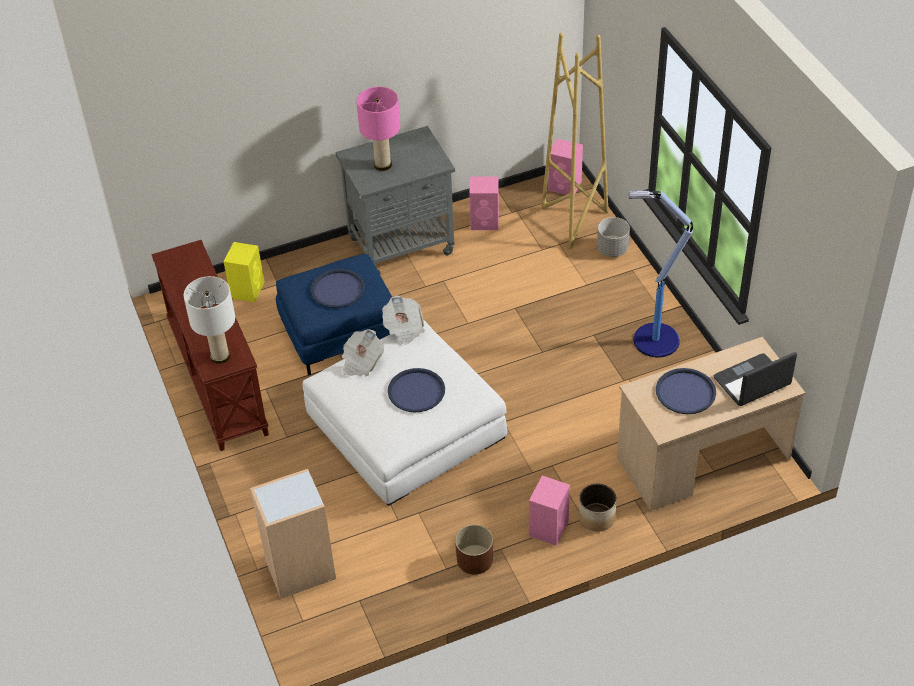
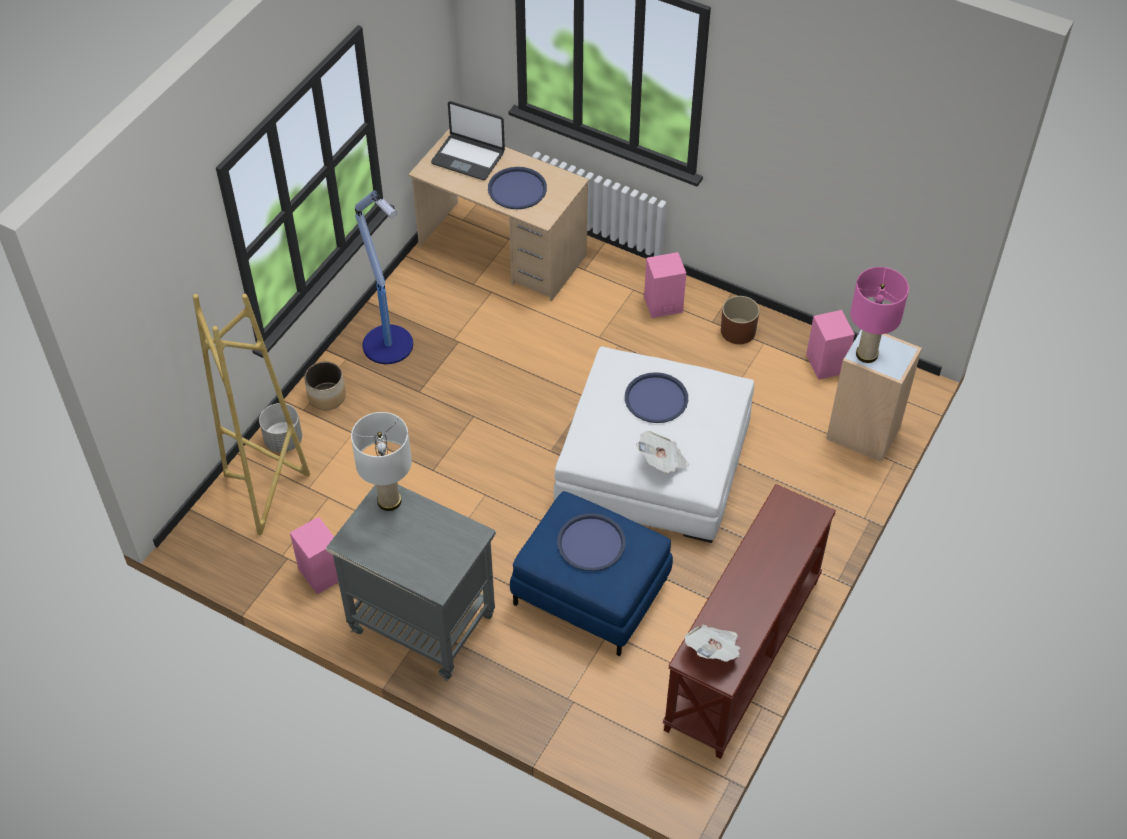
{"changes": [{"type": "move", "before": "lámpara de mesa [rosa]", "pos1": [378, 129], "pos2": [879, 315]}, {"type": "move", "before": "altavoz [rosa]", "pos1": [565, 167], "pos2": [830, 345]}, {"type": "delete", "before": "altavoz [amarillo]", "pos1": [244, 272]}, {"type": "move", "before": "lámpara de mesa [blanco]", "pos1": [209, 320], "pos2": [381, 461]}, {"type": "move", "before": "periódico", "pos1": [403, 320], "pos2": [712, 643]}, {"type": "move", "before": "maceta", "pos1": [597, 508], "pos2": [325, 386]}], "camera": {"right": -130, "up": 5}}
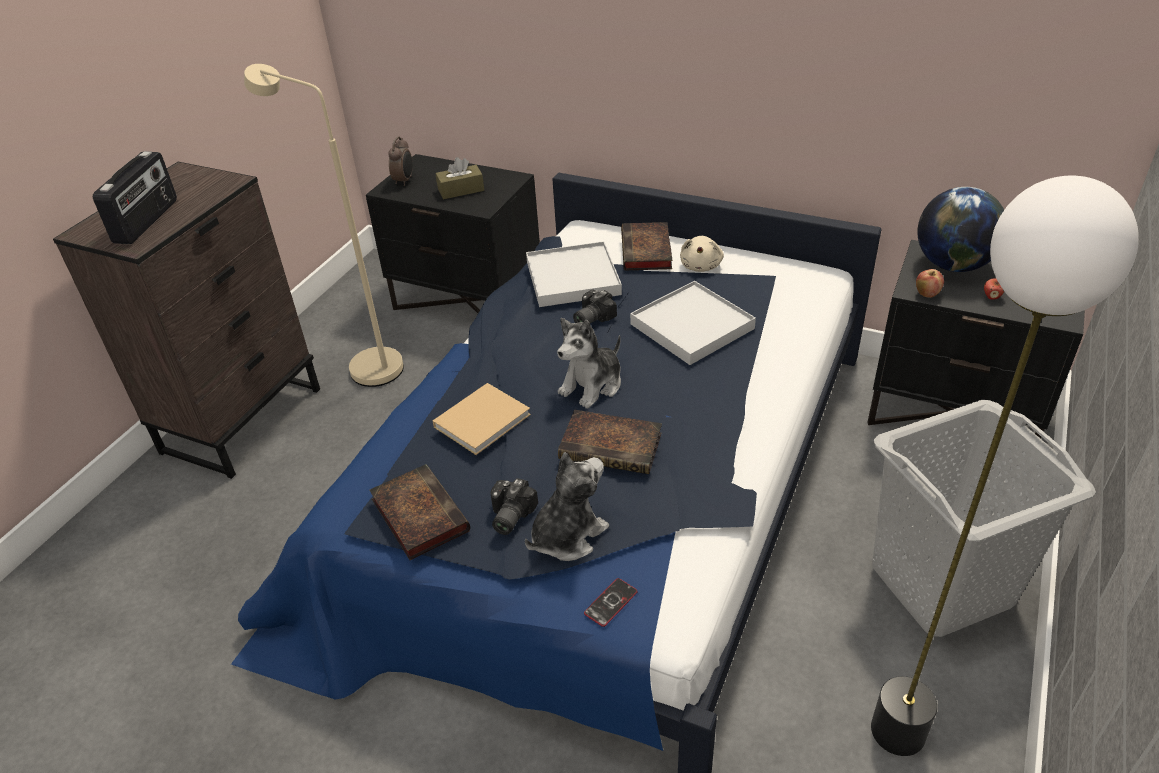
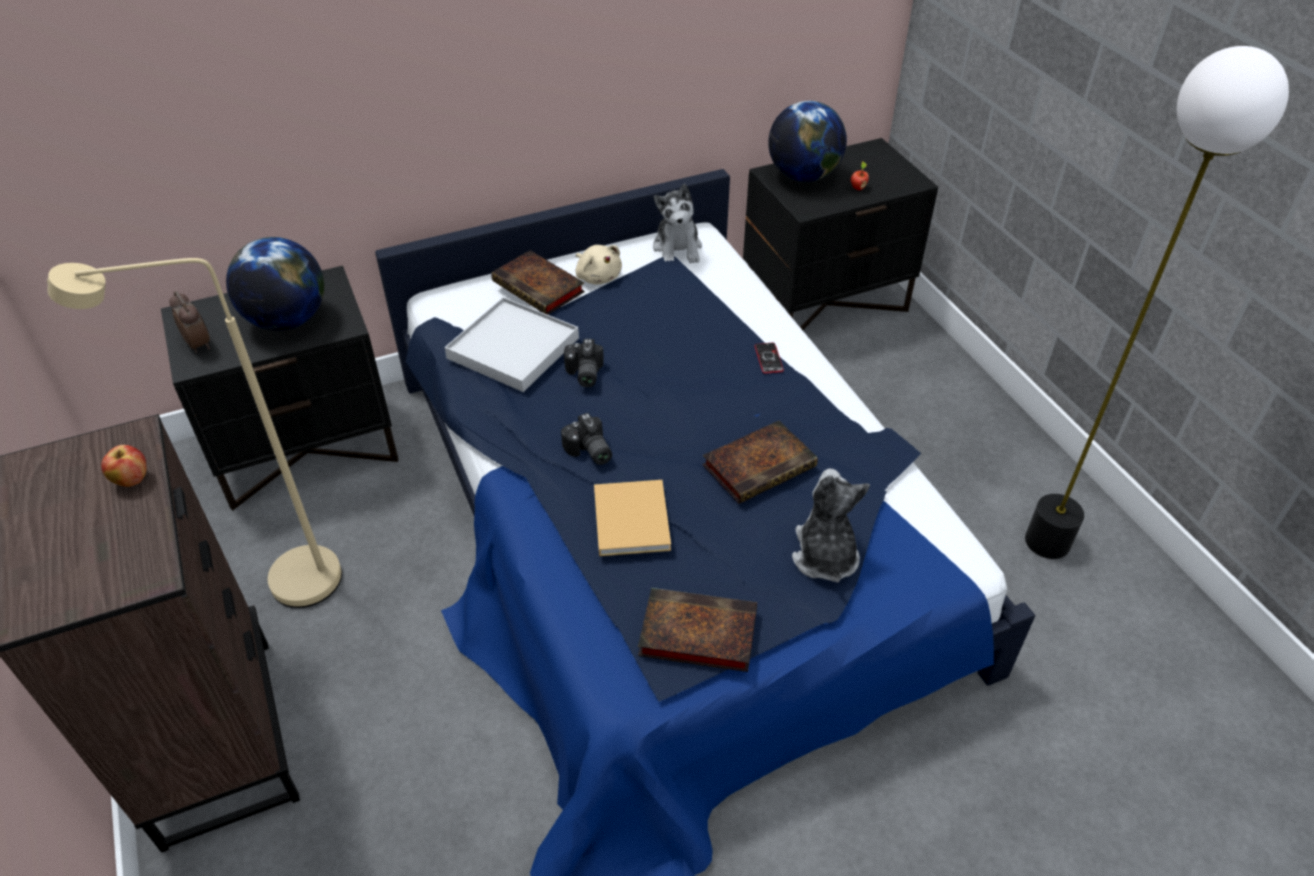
{"changes": [{"type": "delete", "before": "radio", "pos1": [135, 197]}, {"type": "replace", "before": "caja de pañuelos [marrón]", "after": "globo terráqueo", "pos1": [459, 178], "pos2": [275, 284]}, {"type": "move", "before": "manzana", "pos1": [930, 283], "pos2": [123, 466]}, {"type": "delete", "before": "bandeja [blanco]", "pos1": [693, 323]}, {"type": "move", "before": "peluche", "pos1": [589, 363], "pos2": [677, 223]}, {"type": "delete", "before": "cesto de la ropa [gris]", "pos1": [984, 518]}, {"type": "move", "before": "cámara", "pos1": [514, 506], "pos2": [586, 439]}, {"type": "move", "before": "móvil", "pos1": [611, 602], "pos2": [769, 358]}], "camera": {"right": -50, "up": 5}}
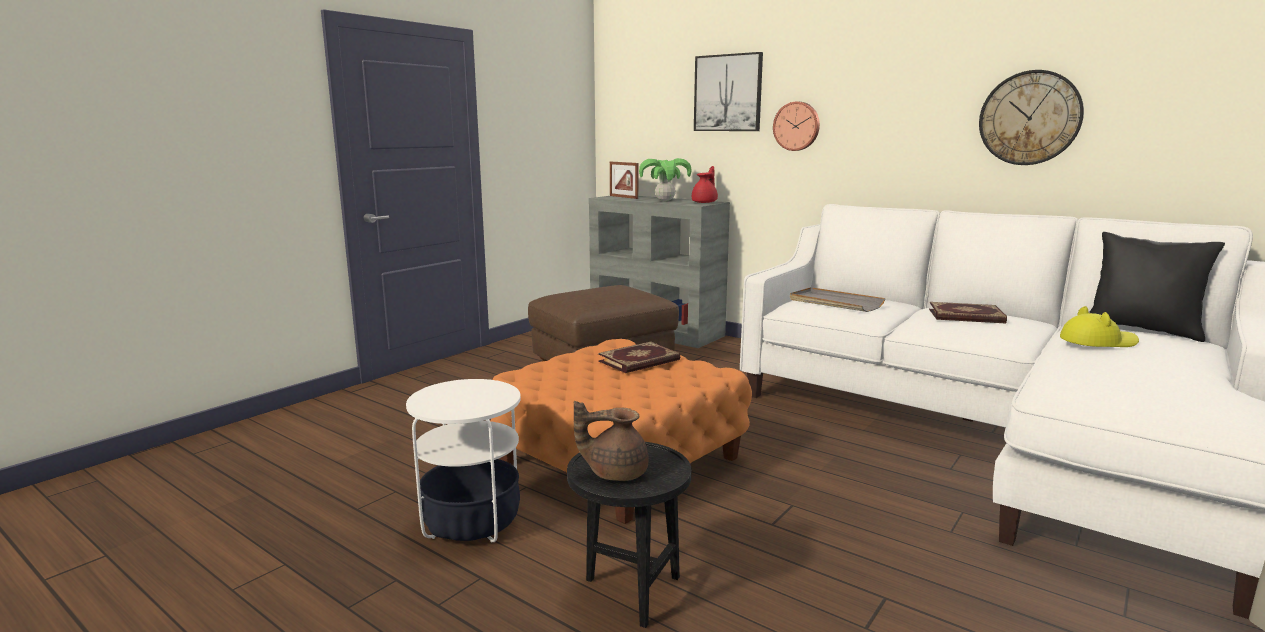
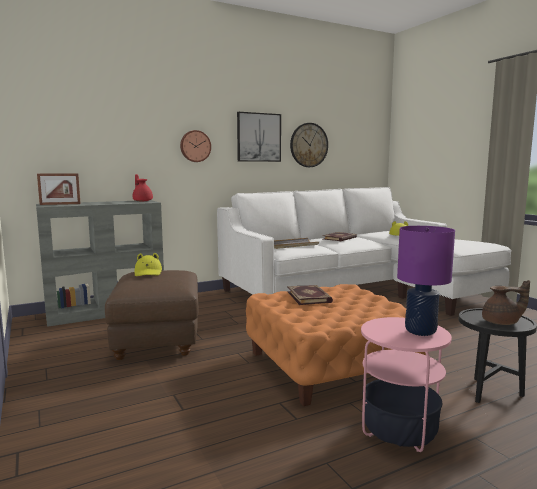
{"changes": [{"type": "move", "before": "cuadro", "pos1": [728, 91], "pos2": [259, 137]}, {"type": "delete", "before": "planta en maceta", "pos1": [665, 179]}, {"type": "delete", "before": "cojín [negro]", "pos1": [1157, 287]}, {"type": "recolor", "before": "mesa auxiliar [blanco]", "after": "mesa auxiliar [rosa]", "pos1": [463, 461], "pos2": [406, 384]}, {"type": "rotate", "before": "tetera [marrón]", "pos1": [611, 441], "pos2": [506, 302], "turn": -105}, {"type": "insert", "after": "lámpara de mesa [morado]", "pos2": [426, 281]}, {"type": "insert", "after": "sombrero [amarillo]", "pos2": [148, 264]}], "camera": {"right": -65, "up": -5}}
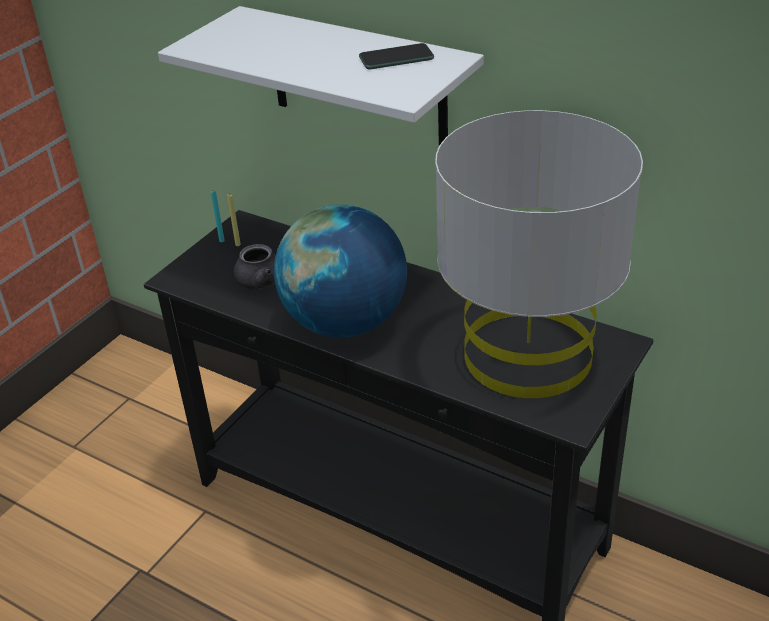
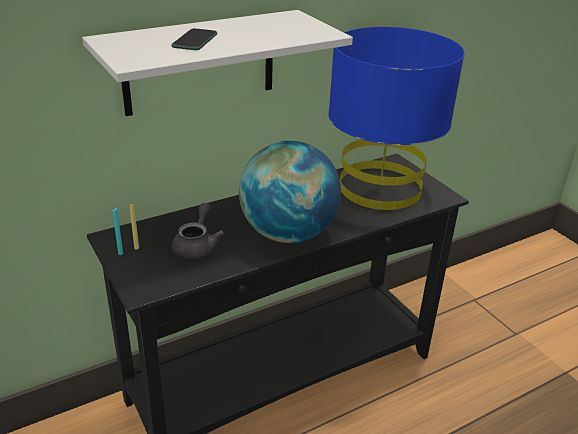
{"changes": [{"type": "move", "before": "móvil", "pos1": [396, 56], "pos2": [194, 39]}, {"type": "recolor", "before": "lámpara de mesa [gris]", "after": "lámpara de mesa [azul]", "pos1": [539, 254], "pos2": [397, 118]}], "camera": {"right": -65, "up": -5}}
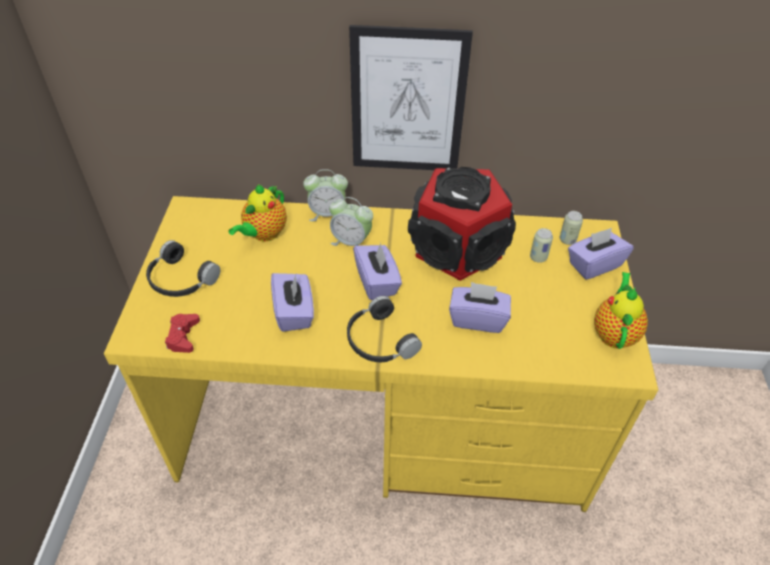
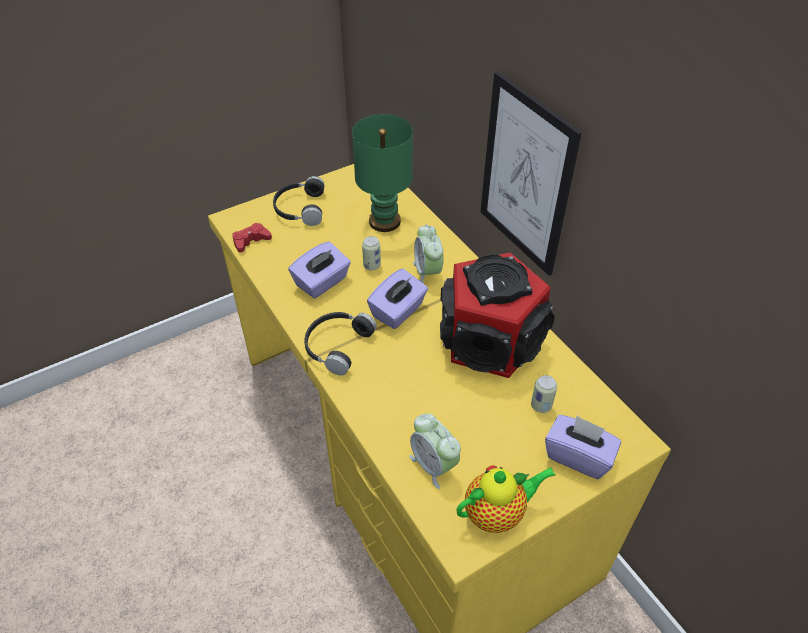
{"changes": [{"type": "move", "before": "despertador", "pos1": [325, 195], "pos2": [435, 451]}, {"type": "replace", "before": "tetera", "after": "lámpara de mesa [verde]", "pos1": [257, 213], "pos2": [382, 173]}, {"type": "move", "before": "lata", "pos1": [571, 228], "pos2": [371, 253]}, {"type": "delete", "before": "caja de pañuelos [morado]", "pos1": [480, 307]}], "camera": {"right": 55, "up": 0}}
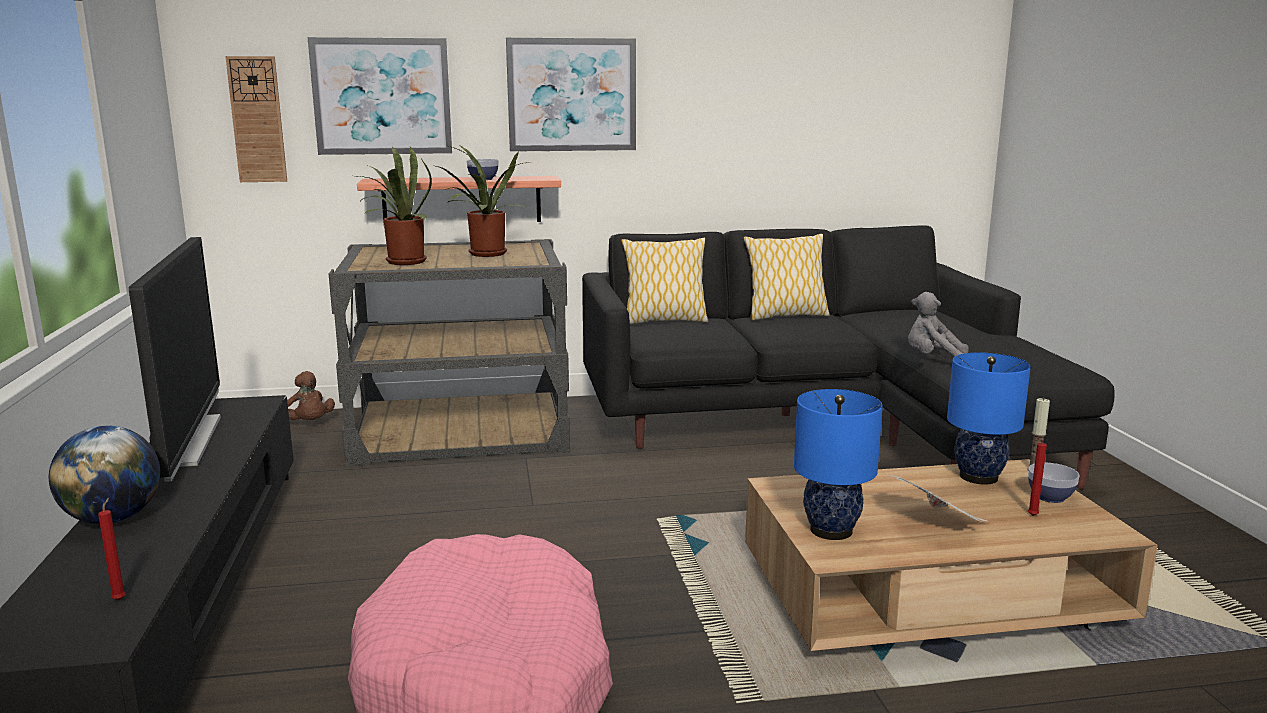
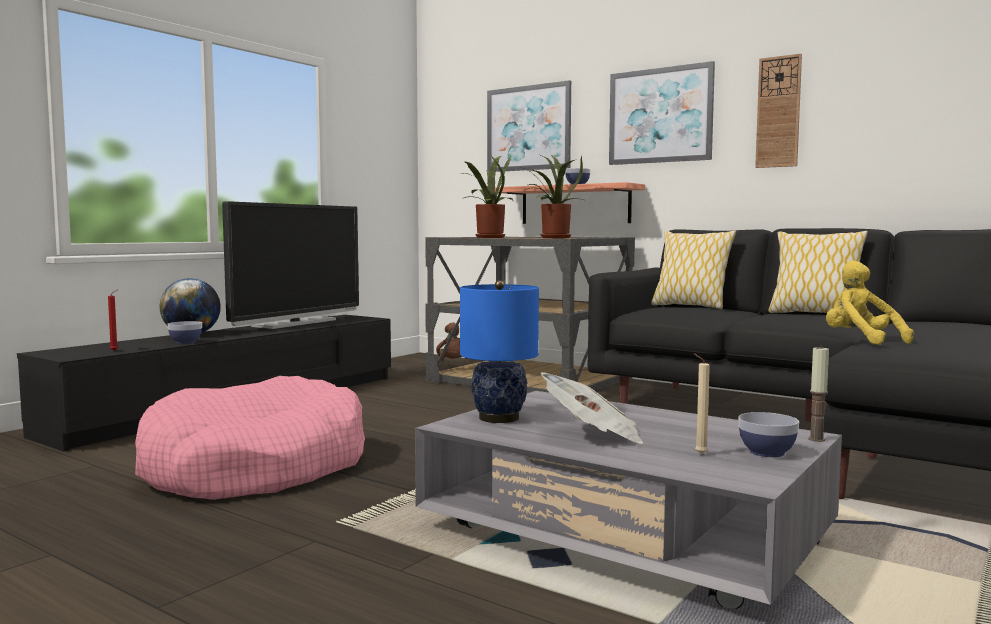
{"changes": [{"type": "move", "before": "reloj de pared", "pos1": [256, 119], "pos2": [778, 111]}, {"type": "recolor", "before": "peluche [gris]", "after": "peluche [amarillo]", "pos1": [938, 324], "pos2": [870, 303]}, {"type": "delete", "before": "lámpara de mesa [azul]", "pos1": [989, 419]}, {"type": "recolor", "before": "vela [rojo]", "after": "vela [beis]", "pos1": [1037, 476], "pos2": [701, 403]}, {"type": "recolor", "before": "mesa de centro [marrón]", "after": "mesa de centro [gris]", "pos1": [951, 555], "pos2": [628, 500]}, {"type": "insert", "after": "cuenco", "pos2": [184, 332]}], "camera": {"right": 45, "up": -10}}
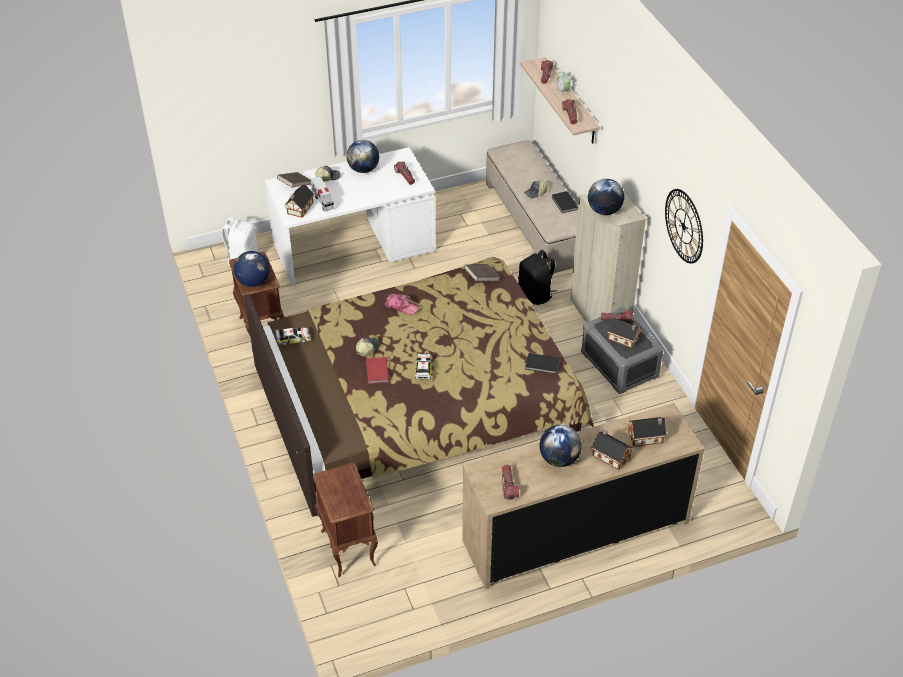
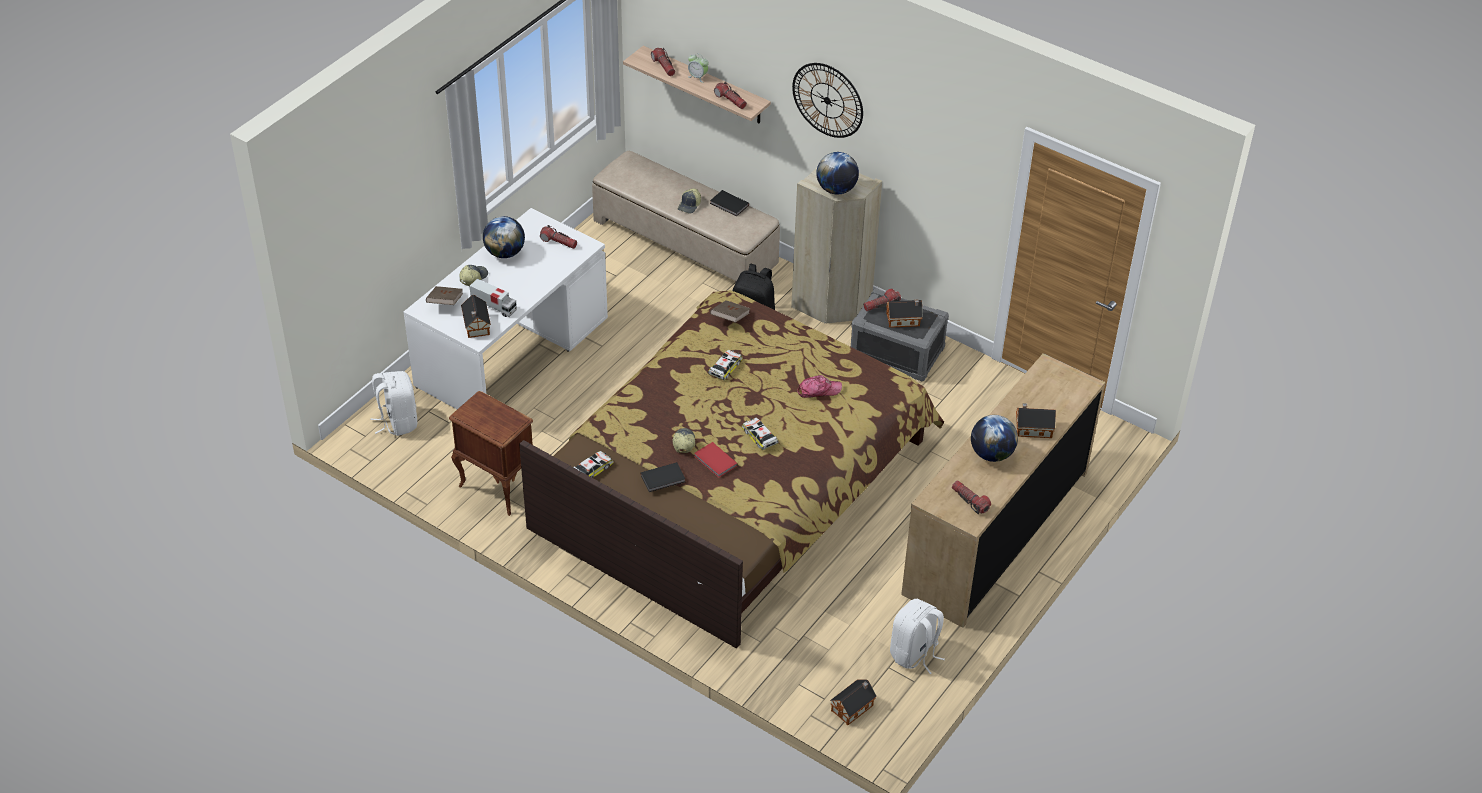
{"changes": [{"type": "move", "before": "reloj de pared", "pos1": [684, 226], "pos2": [827, 100]}, {"type": "delete", "before": "globo terráqueo", "pos1": [252, 269]}, {"type": "move", "before": "gorra", "pos1": [401, 304], "pos2": [819, 386]}, {"type": "move", "before": "libro [negro]", "pos1": [542, 363], "pos2": [663, 477]}, {"type": "move", "before": "casita", "pos1": [647, 432], "pos2": [853, 702]}, {"type": "delete", "before": "mesita de noche [marrón]", "pos1": [345, 520]}, {"type": "insert", "after": "coche de juguete", "pos2": [725, 365]}, {"type": "insert", "after": "mochila [blanco]", "pos2": [917, 636]}], "camera": {"right": -35, "up": 0}}
